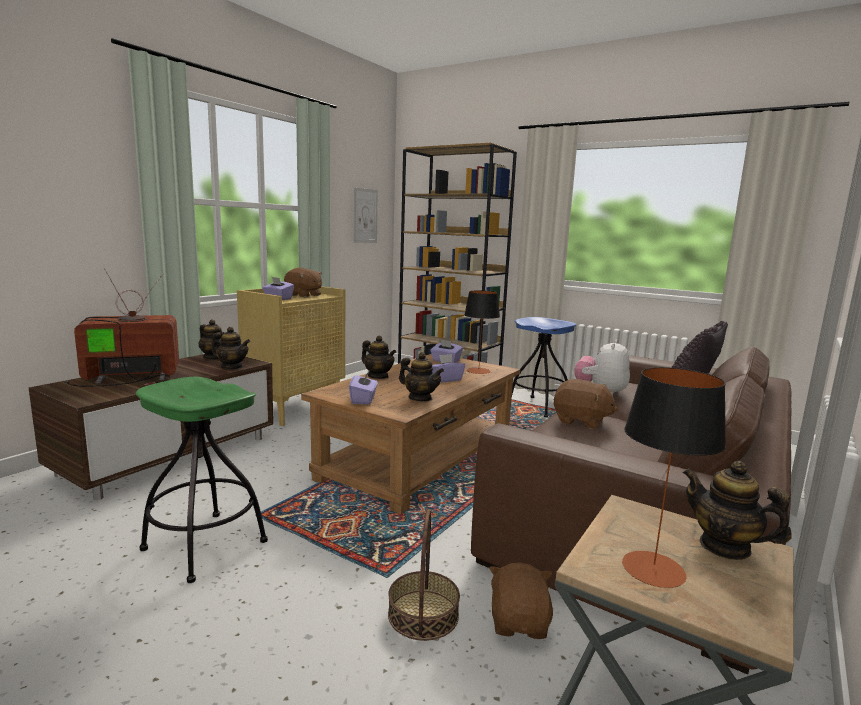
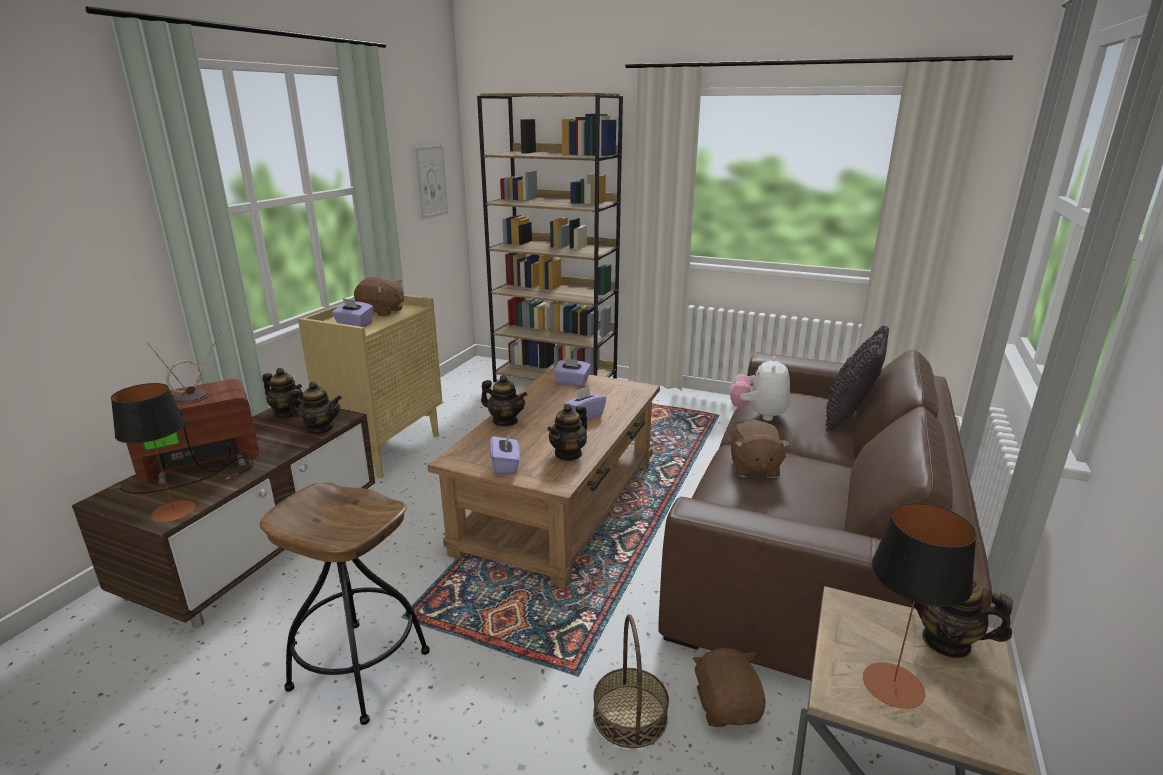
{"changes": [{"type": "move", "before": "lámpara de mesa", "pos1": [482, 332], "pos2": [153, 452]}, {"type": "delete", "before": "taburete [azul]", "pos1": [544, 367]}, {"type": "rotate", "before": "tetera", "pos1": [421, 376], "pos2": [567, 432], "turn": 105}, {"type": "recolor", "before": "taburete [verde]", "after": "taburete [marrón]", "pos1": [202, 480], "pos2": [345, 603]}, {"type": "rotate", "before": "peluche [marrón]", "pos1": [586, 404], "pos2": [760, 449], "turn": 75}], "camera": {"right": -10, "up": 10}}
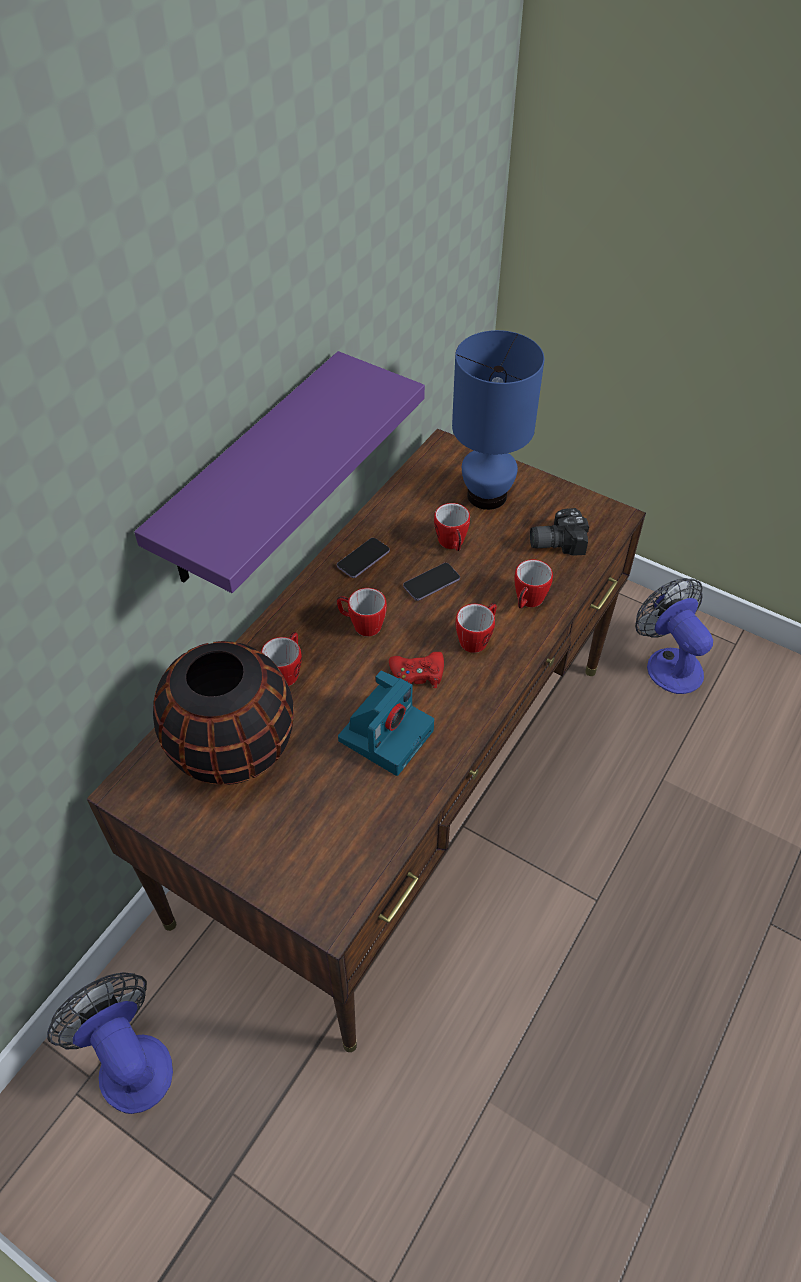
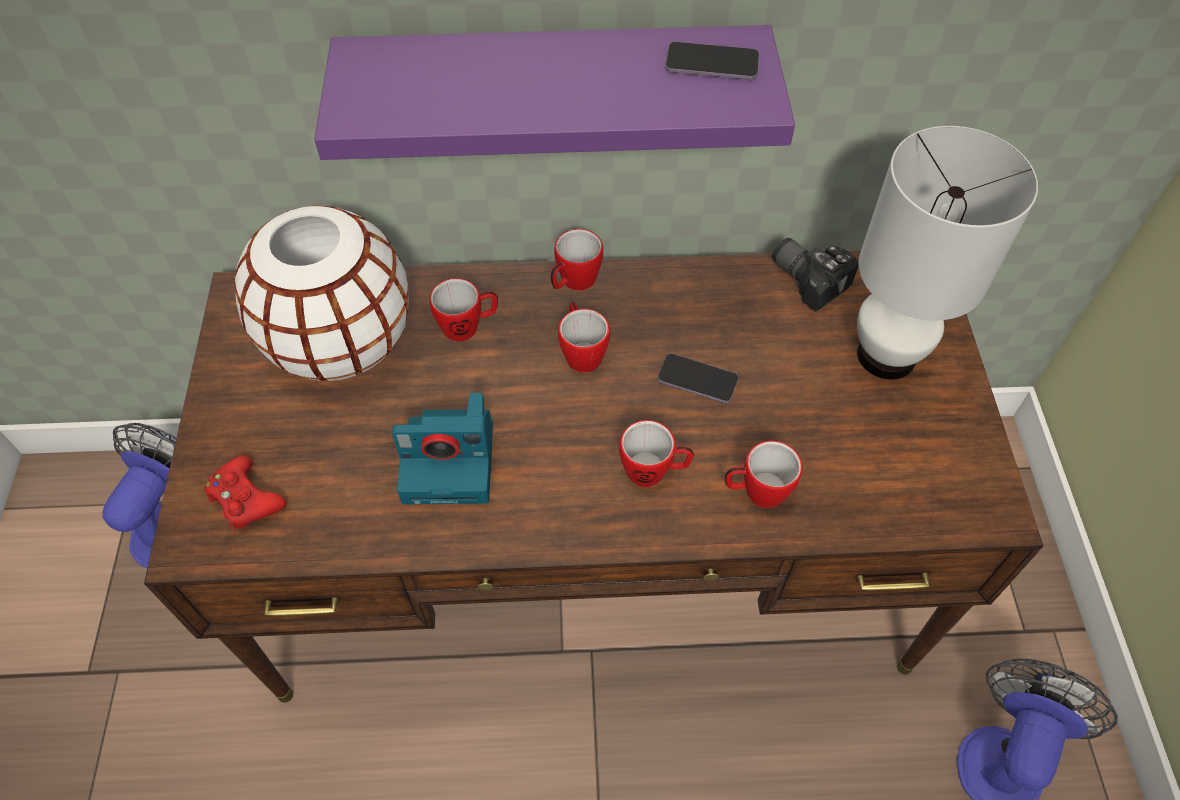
{"changes": [{"type": "recolor", "before": "lámpara de mesa [azul]", "after": "lámpara de mesa [blanco]", "pos1": [498, 420], "pos2": [947, 253]}, {"type": "move", "before": "taza grande", "pos1": [452, 527], "pos2": [576, 260]}, {"type": "move", "before": "cámara", "pos1": [559, 532], "pos2": [815, 275]}, {"type": "move", "before": "móvil", "pos1": [363, 558], "pos2": [712, 61]}, {"type": "recolor", "before": "florero [negro]", "after": "florero [blanco]", "pos1": [223, 713], "pos2": [321, 293]}, {"type": "move", "before": "mando de consola [rojo]", "pos1": [416, 670], "pos2": [245, 492]}], "camera": {"right": 55, "up": 5}}
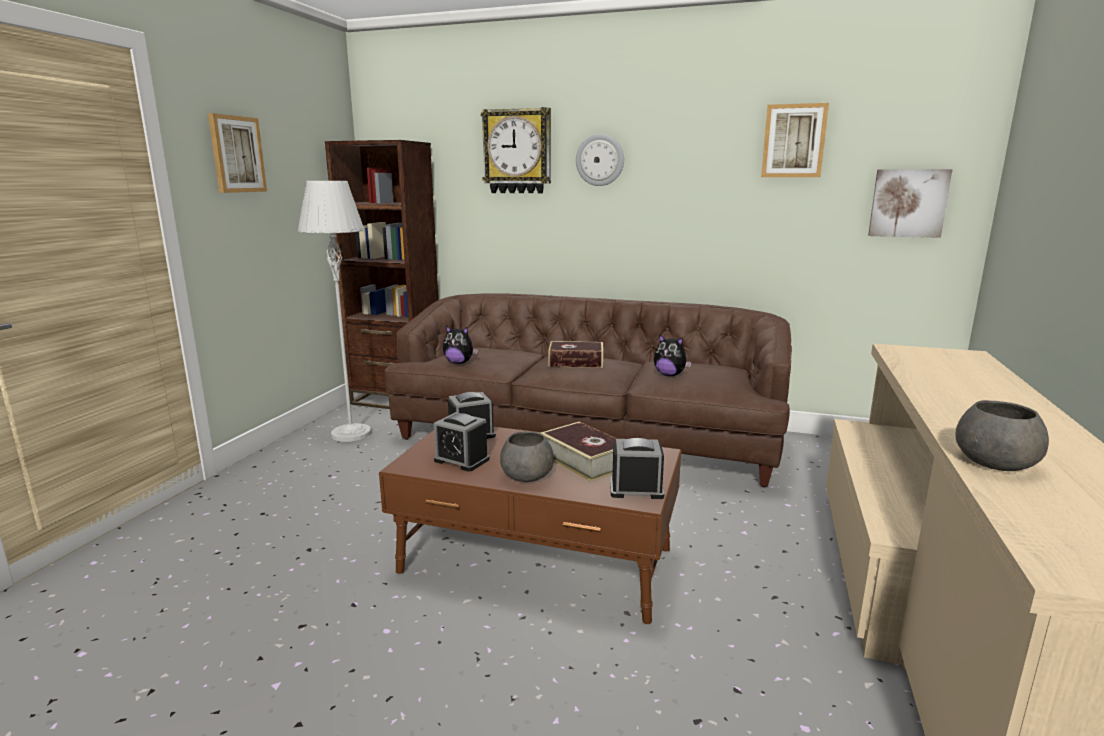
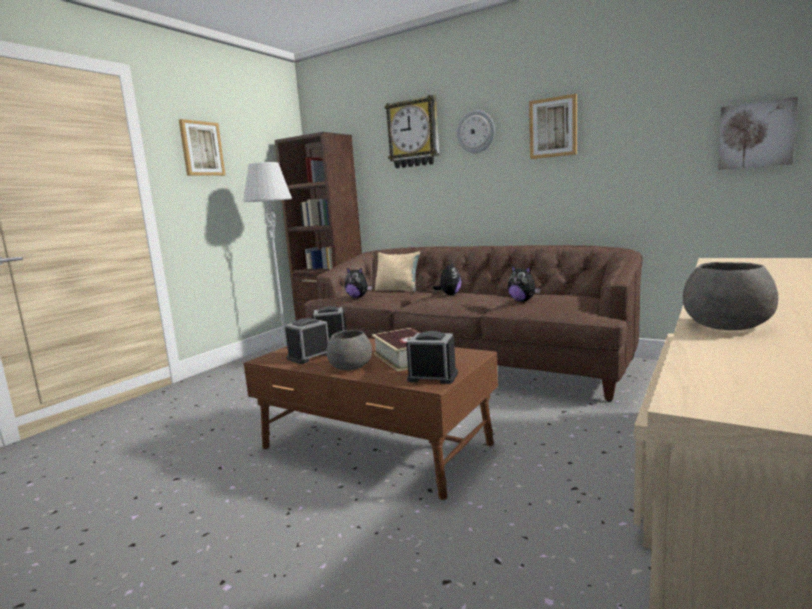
{"changes": [{"type": "move", "before": "cuadro", "pos1": [795, 140], "pos2": [553, 126]}, {"type": "replace", "before": "libro", "after": "peluche", "pos1": [575, 354], "pos2": [447, 278]}, {"type": "rotate", "before": "despertador", "pos1": [461, 441], "pos2": [307, 341], "turn": 90}, {"type": "insert", "after": "cojín [beis]", "pos2": [397, 271]}], "camera": {"right": 15, "up": -5}}
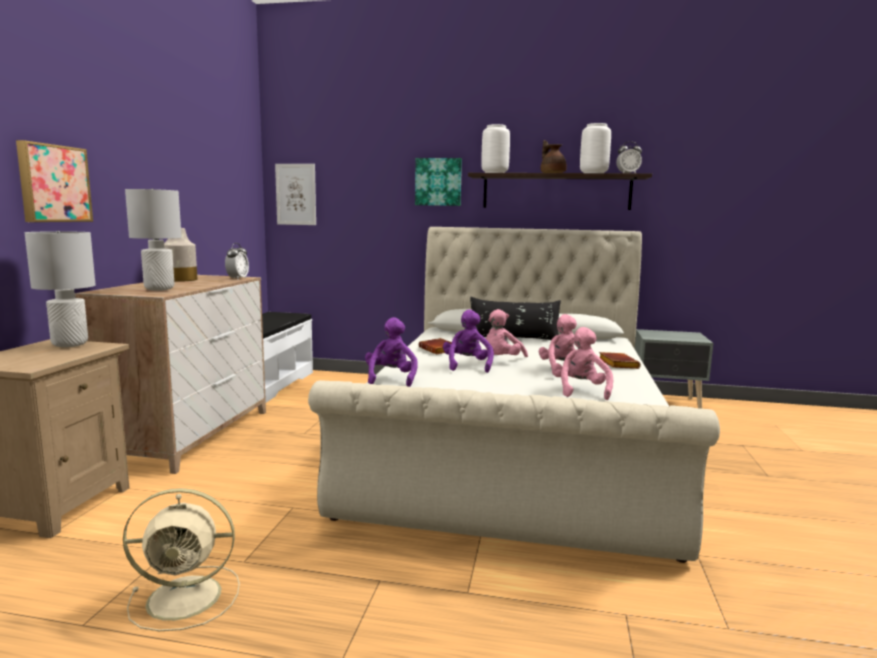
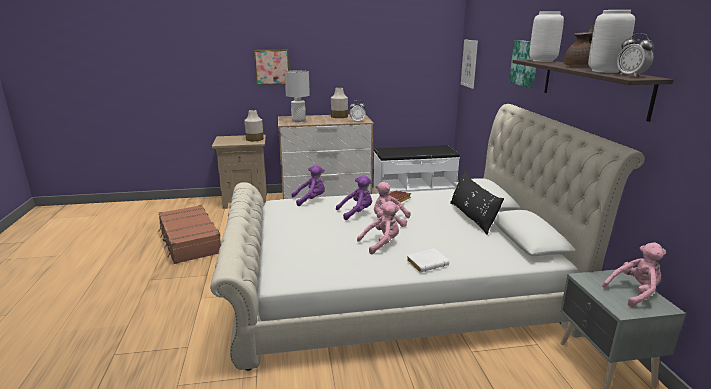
{"changes": [{"type": "replace", "before": "lámpara de mesa [gris]", "after": "florero [beis]", "pos1": [60, 289], "pos2": [254, 125]}, {"type": "move", "before": "peluche [rosa]", "pos1": [582, 363], "pos2": [634, 275]}, {"type": "recolor", "before": "libro [marrón]", "after": "libro [blanco]", "pos1": [620, 360], "pos2": [428, 260]}, {"type": "replace", "before": "ventilador [beis]", "after": "maleta [marrón]", "pos1": [181, 559], "pos2": [189, 234]}], "camera": {"right": 70, "up": 10}}
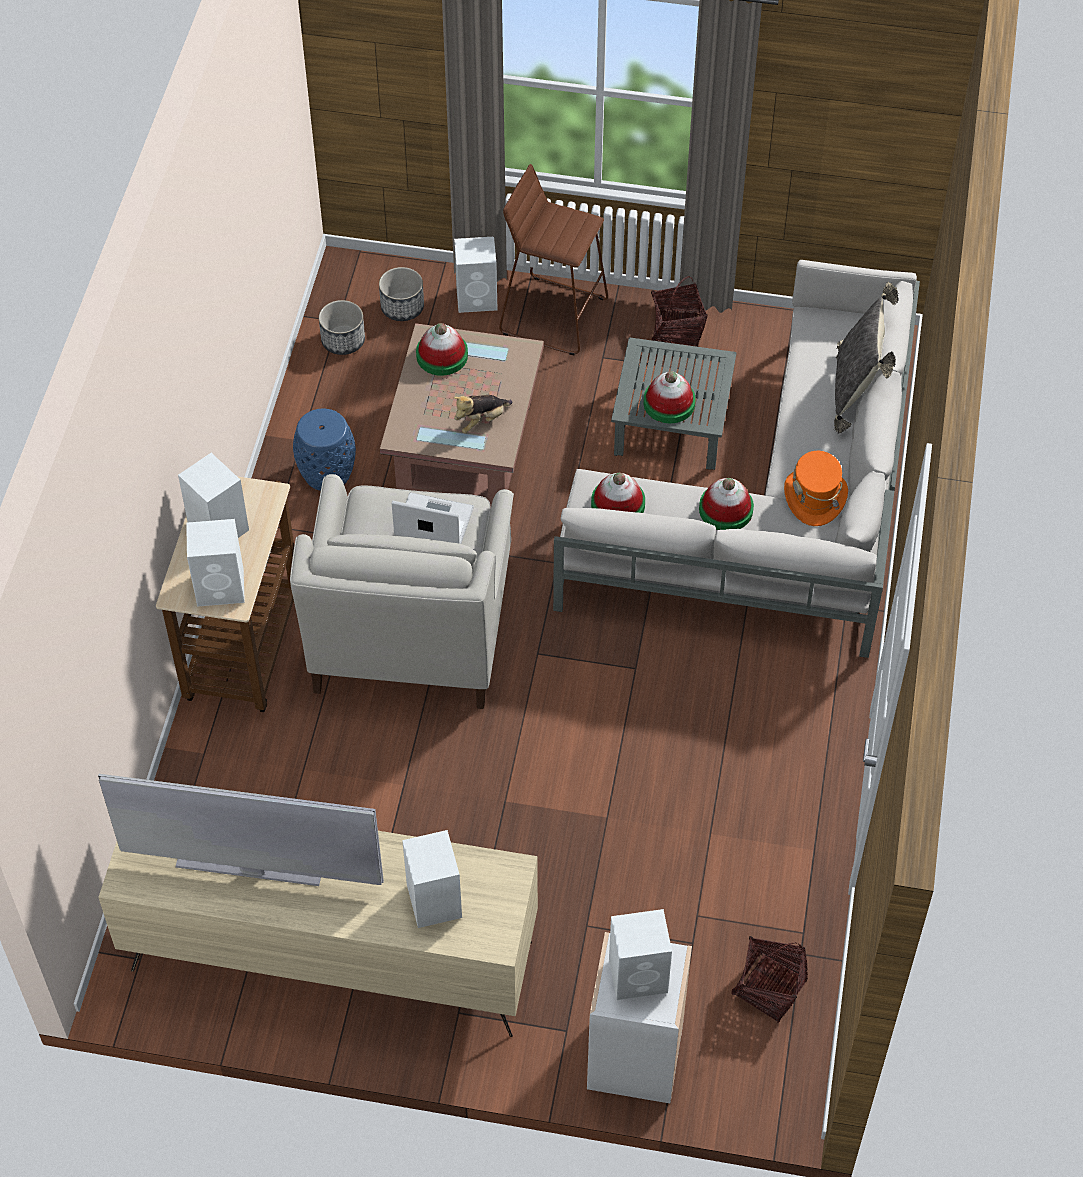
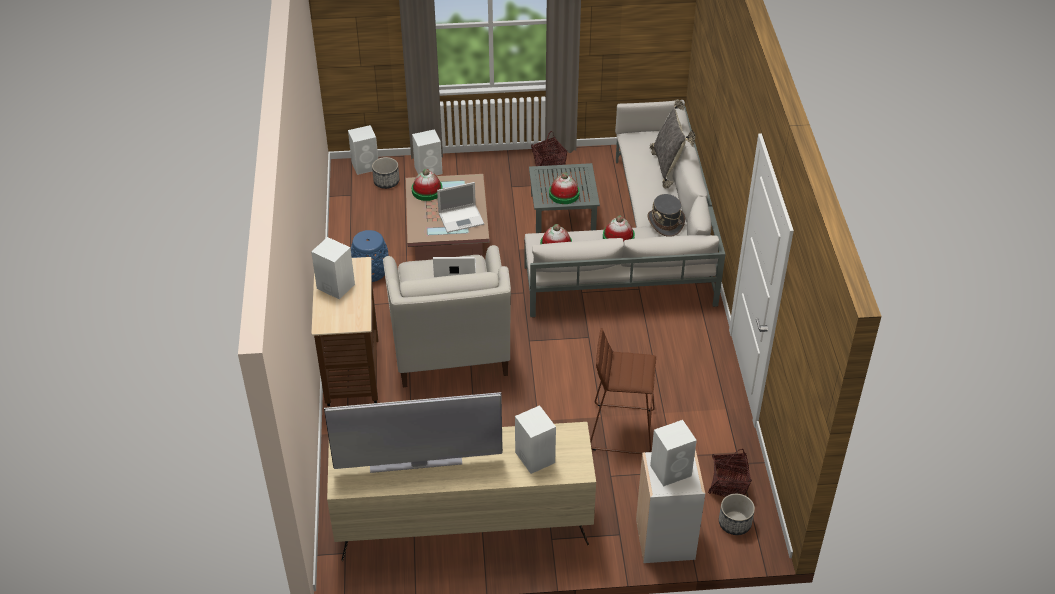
{"changes": [{"type": "move", "before": "taburete [marrón]", "pos1": [553, 259], "pos2": [623, 391]}, {"type": "move", "before": "maceta", "pos1": [342, 327], "pos2": [737, 514]}, {"type": "replace", "before": "peluche", "after": "portátil", "pos1": [483, 414], "pos2": [460, 207]}, {"type": "recolor", "before": "sombrero [naranja]", "after": "sombrero [gris]", "pos1": [816, 488], "pos2": [666, 215]}, {"type": "move", "before": "altavoz [blanco]", "pos1": [215, 563], "pos2": [363, 150]}], "camera": {"right": -15, "up": -10}}
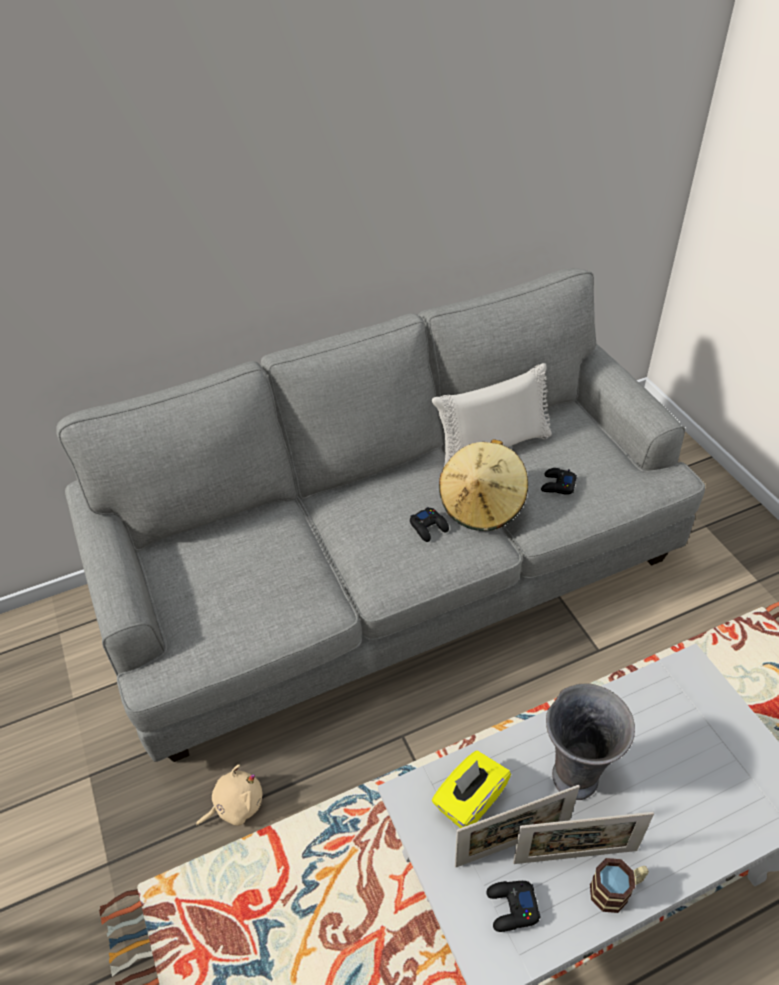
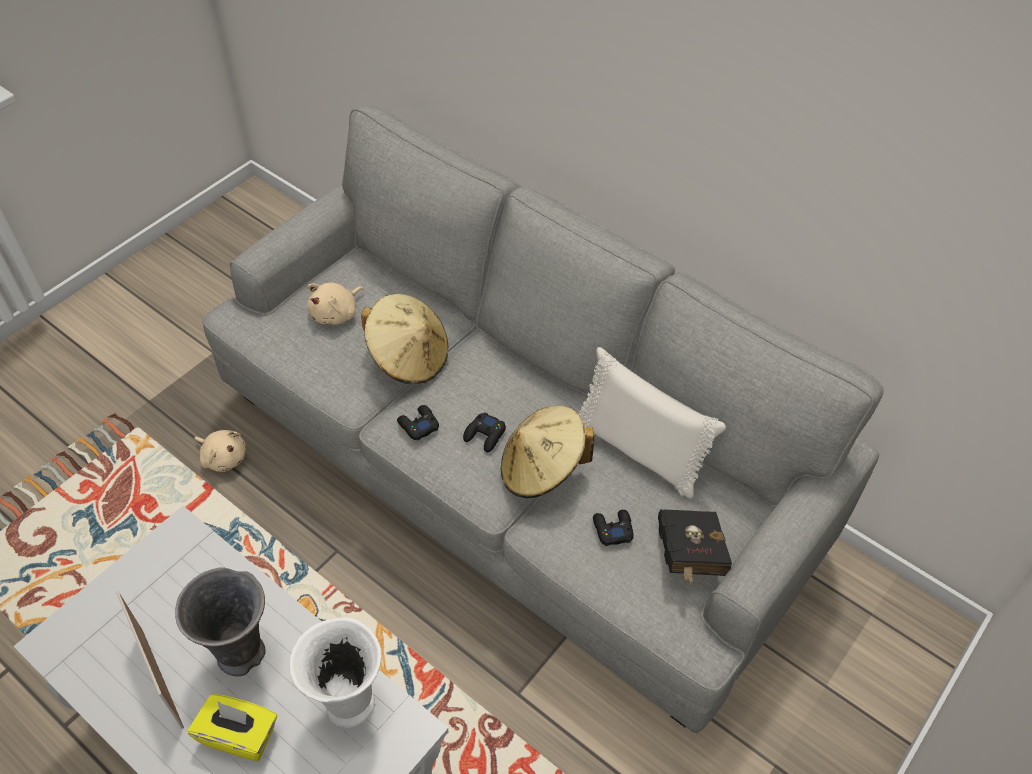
{"changes": [{"type": "move", "before": "caja de pañuelos [amarillo]", "pos1": [471, 789], "pos2": [232, 727]}, {"type": "delete", "before": "portarretratos", "pos1": [517, 826]}, {"type": "delete", "before": "taza grande", "pos1": [619, 885]}, {"type": "move", "before": "mando de consola [negro]", "pos1": [513, 906], "pos2": [418, 423]}, {"type": "insert", "after": "peluche [beis]", "pos2": [335, 304]}, {"type": "insert", "after": "sombrero [beis]", "pos2": [404, 339]}, {"type": "insert", "after": "libro [negro]", "pos2": [695, 547]}, {"type": "insert", "after": "florero [blanco]", "pos2": [335, 673]}], "camera": {"right": 60, "up": 5}}
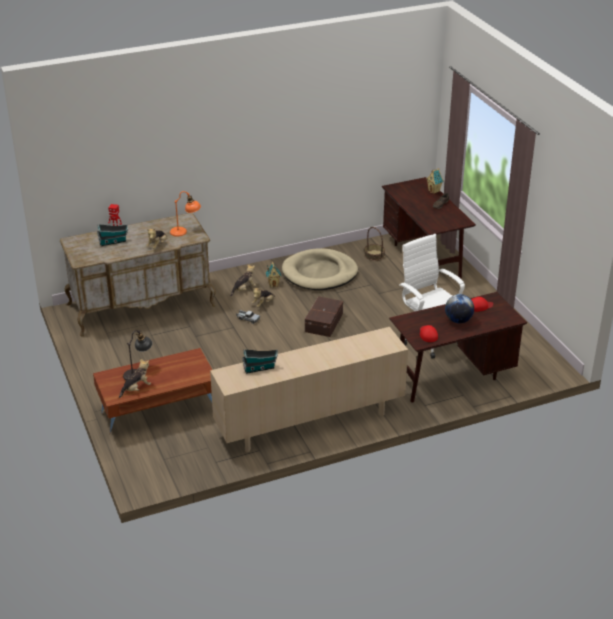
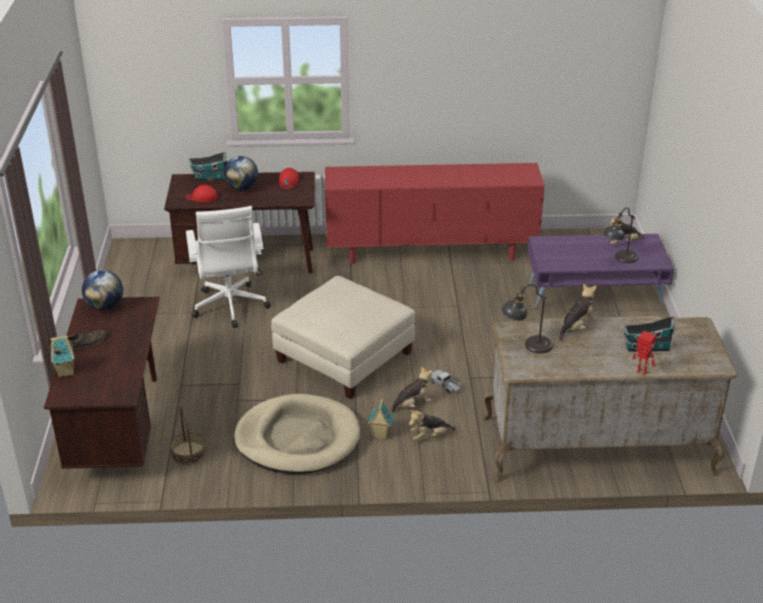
{"changes": [{"type": "recolor", "before": "lámpara de mesa [naranja]", "after": "lámpara de mesa [gris]", "pos1": [185, 214], "pos2": [527, 319]}, {"type": "replace", "before": "caja de almacenaje [marrón]", "after": "puf [beis]", "pos1": [324, 316], "pos2": [343, 337]}, {"type": "recolor", "before": "armario [beis]", "after": "armario [rojo]", "pos1": [309, 389], "pos2": [435, 213]}, {"type": "recolor", "before": "mesa de centro [marrón]", "after": "mesa de centro [morado]", "pos1": [152, 390], "pos2": [601, 271]}, {"type": "move", "before": "casita", "pos1": [260, 361], "pos2": [208, 166]}, {"type": "insert", "after": "globo terráqueo", "pos2": [102, 290]}], "camera": {"right": -160, "up": 0}}
